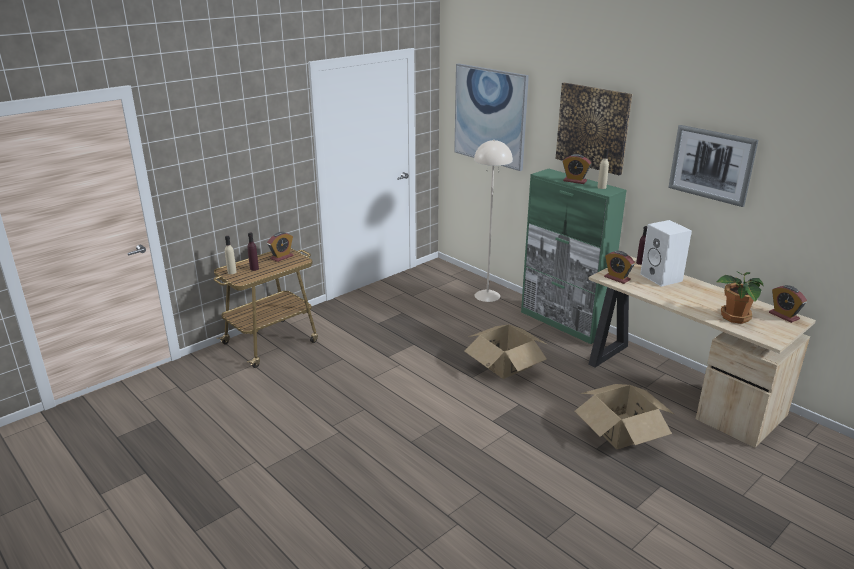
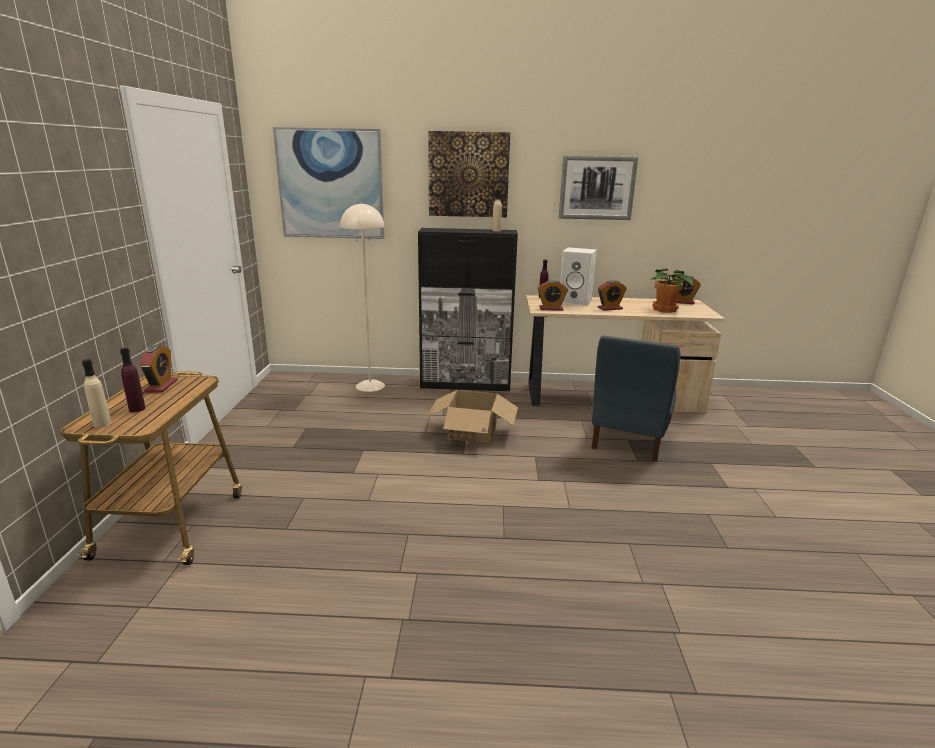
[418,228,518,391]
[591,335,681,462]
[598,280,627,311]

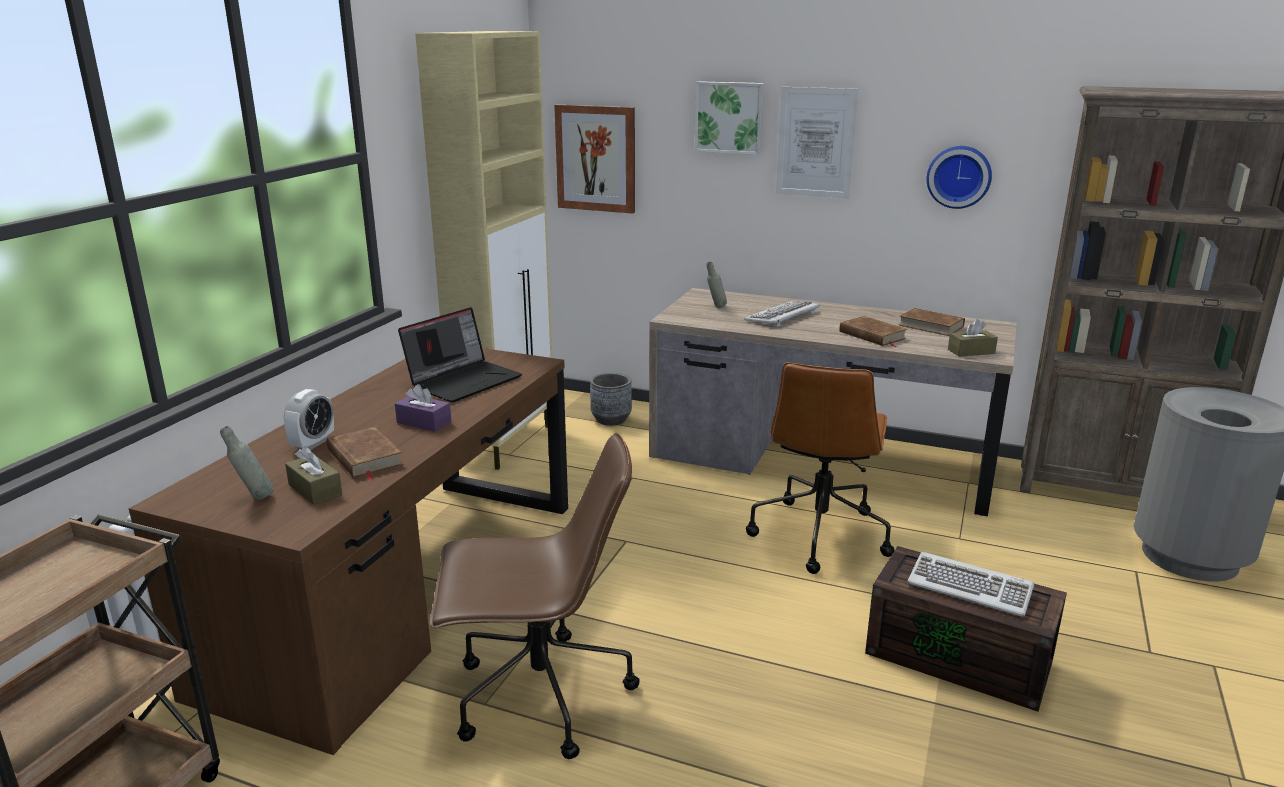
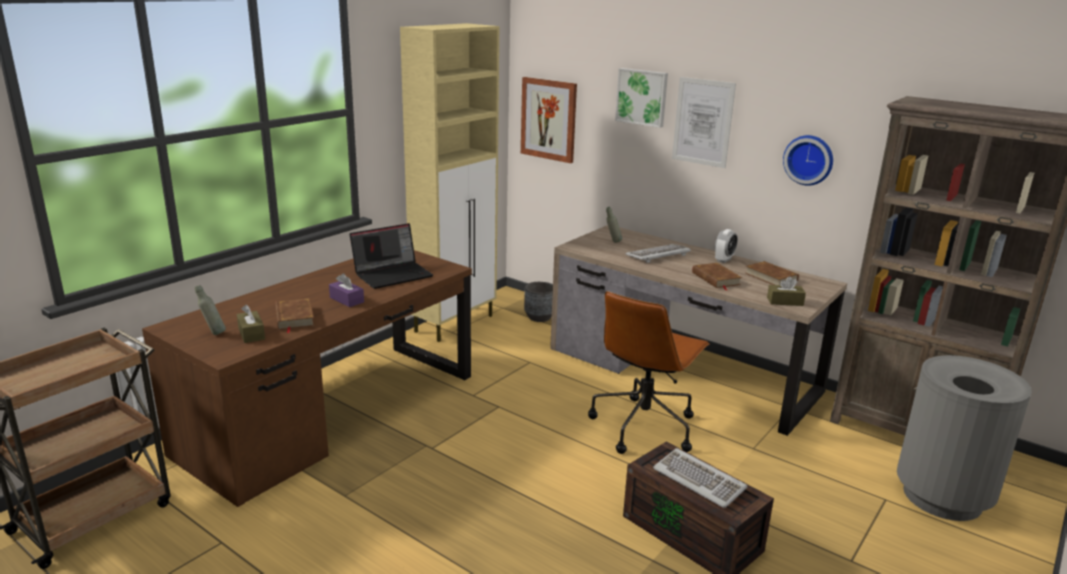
[715,229,738,263]
[430,432,640,759] (first image)

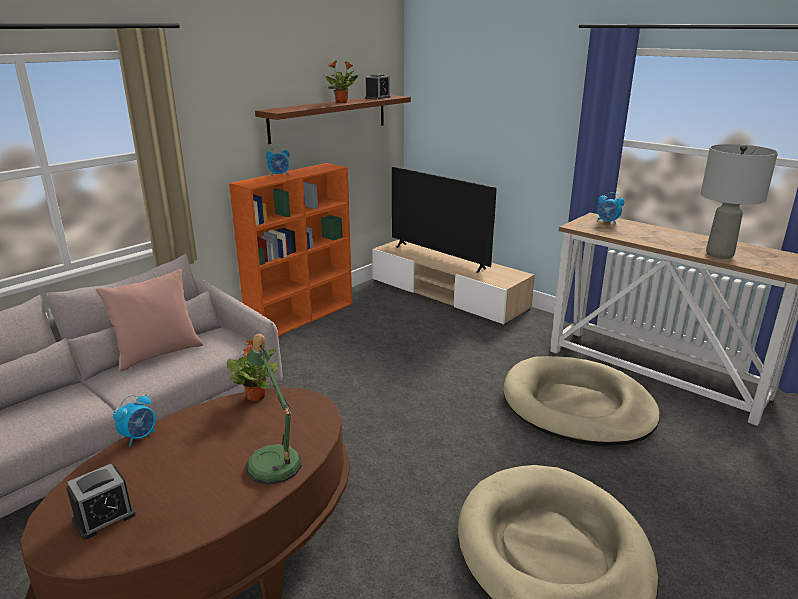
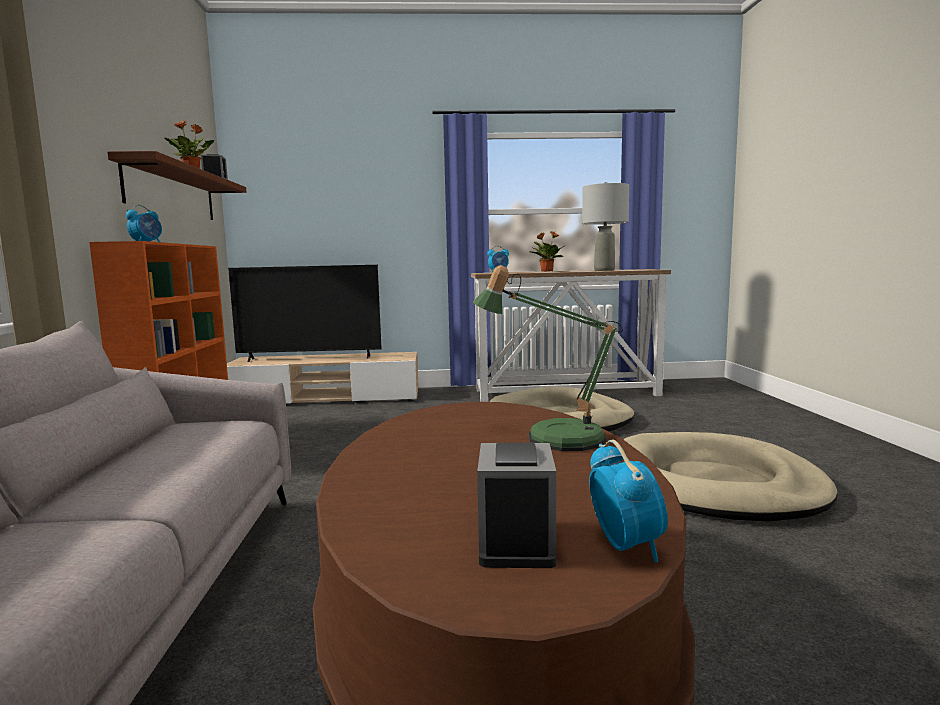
[529,231,564,272]
[589,440,668,562]
[96,269,203,372] (first image)

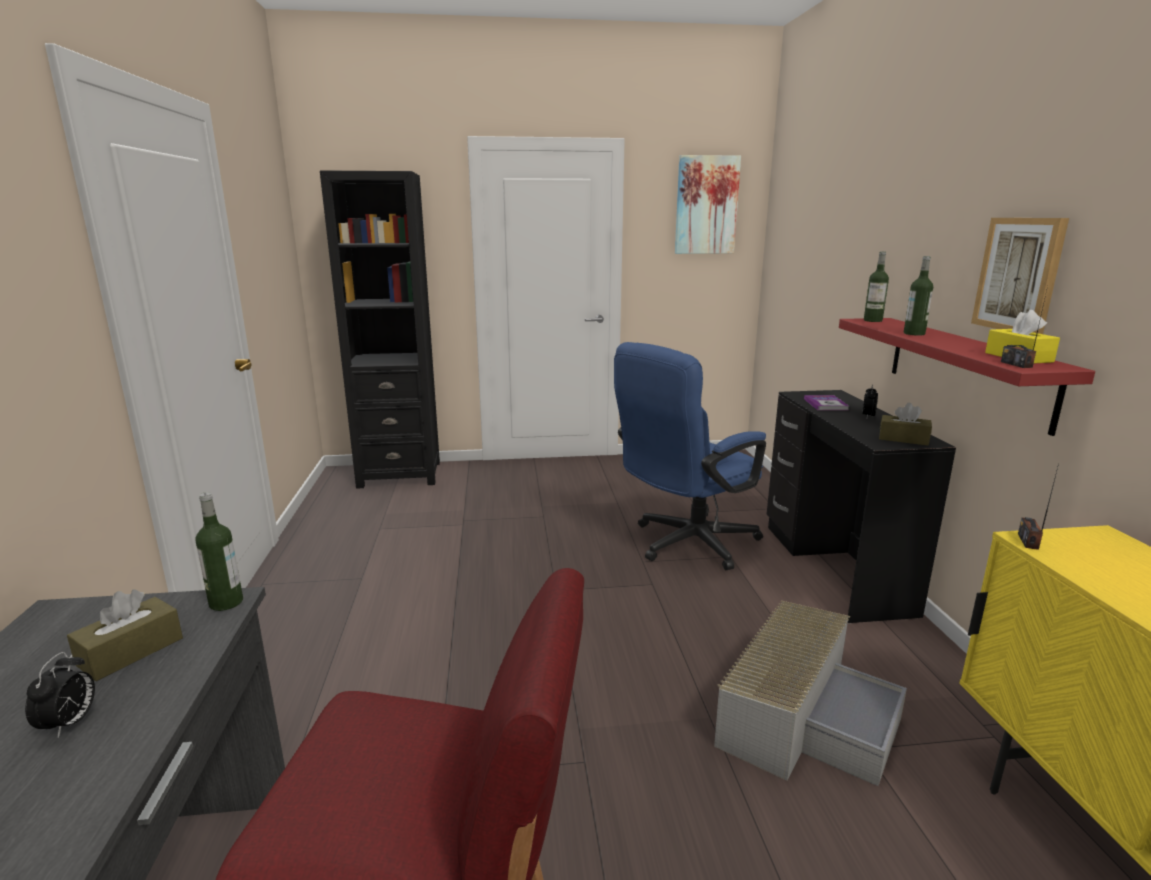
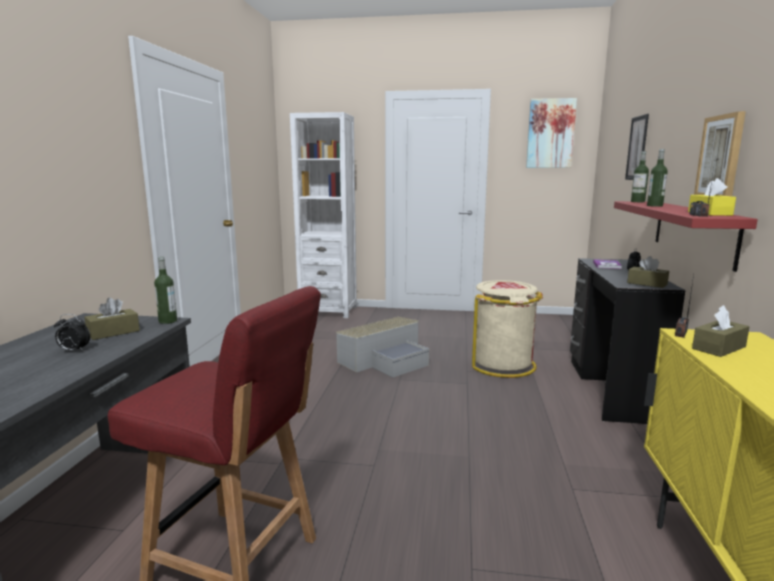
[54,314,90,352]
[290,112,357,318]
[336,317,429,377]
[472,280,543,378]
[625,114,649,180]
[692,305,750,357]

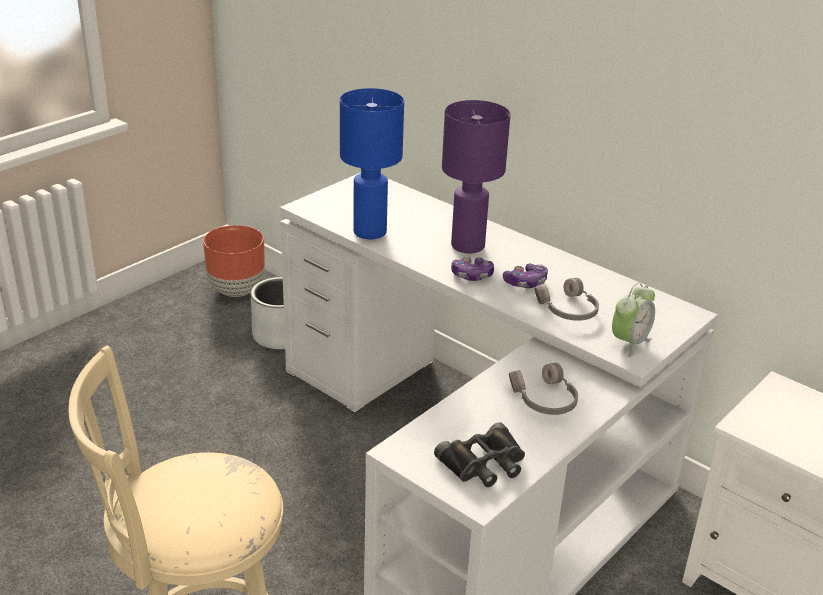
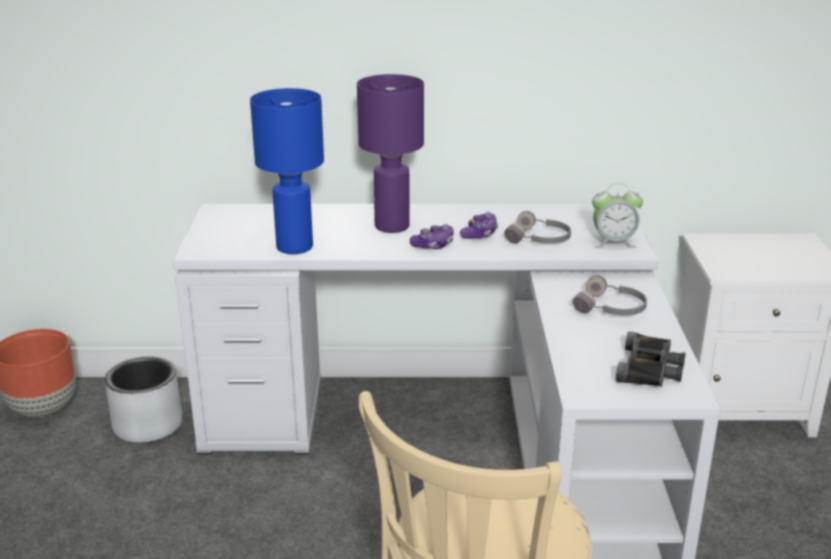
[592,183,643,248]

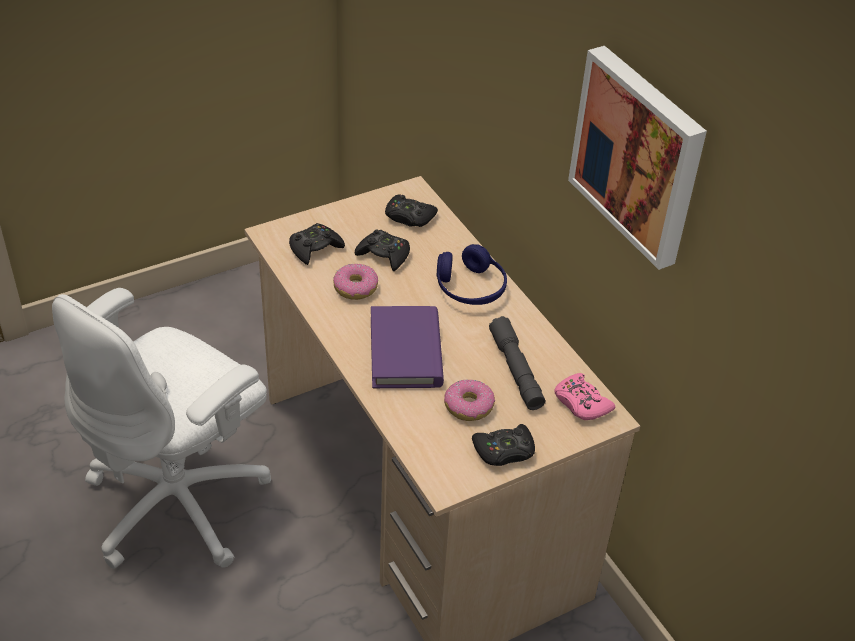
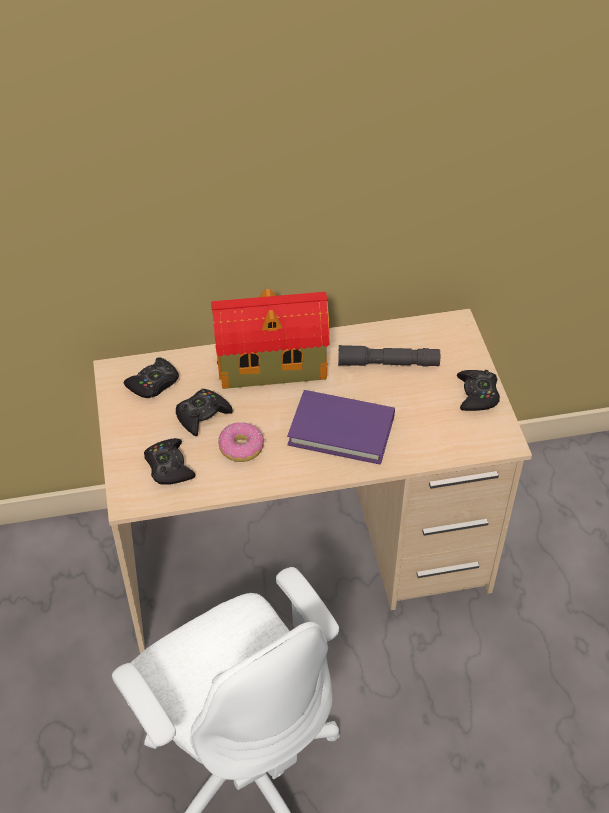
[211,289,330,389]
[444,379,495,421] (first image)
[554,373,615,420] (first image)
[568,46,707,270] (first image)

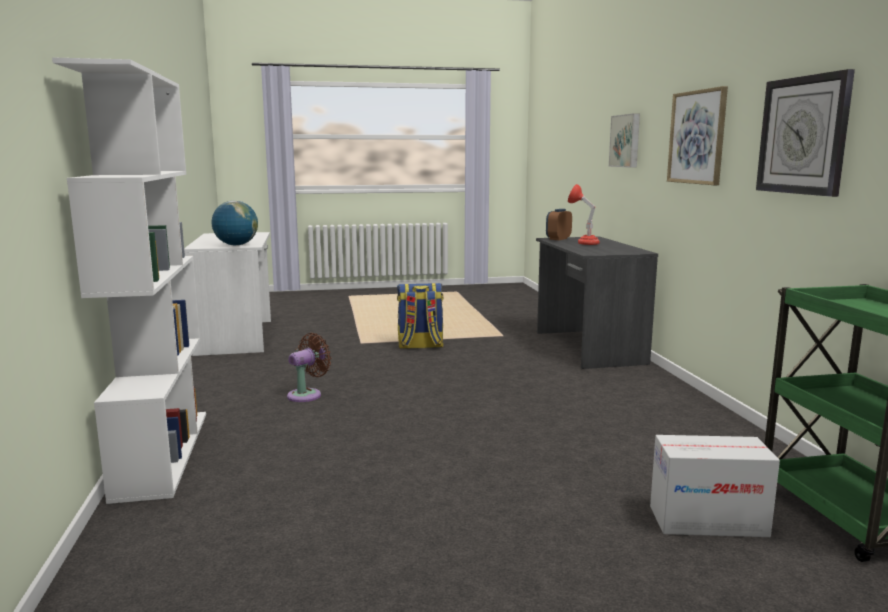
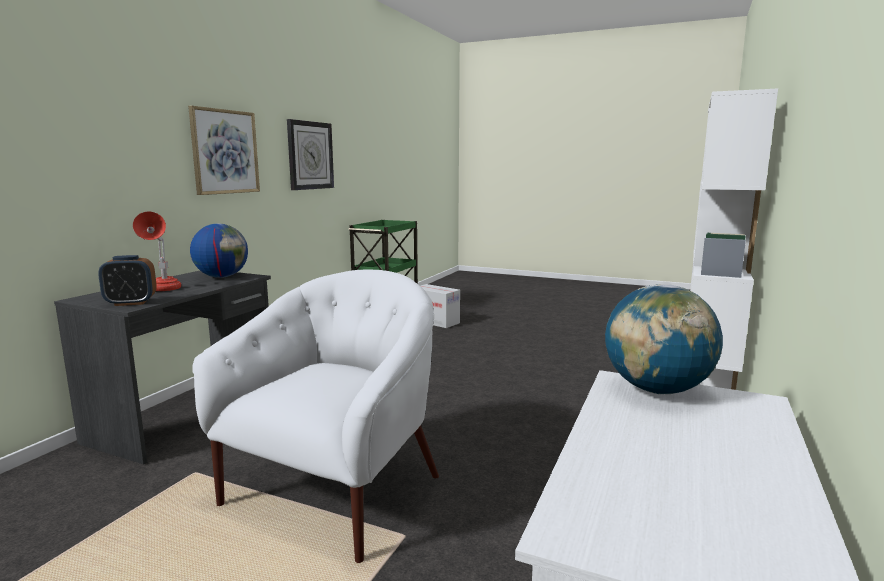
[190,223,248,278]
[192,270,439,563]
[287,333,331,402] (first image)
[609,113,640,168] (first image)

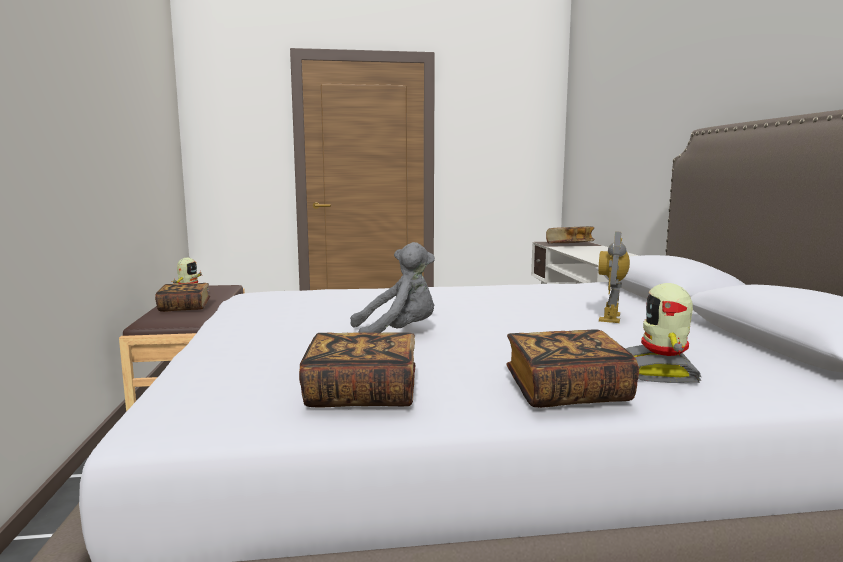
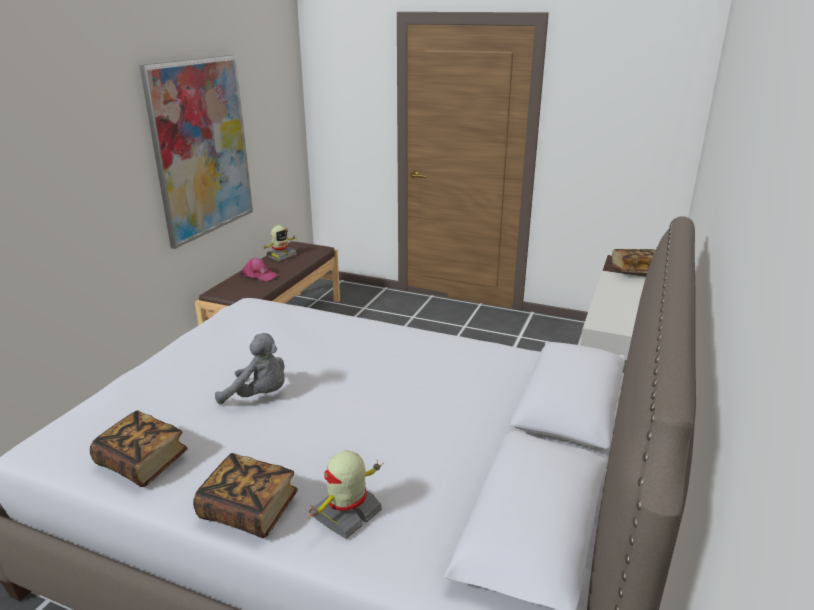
[139,55,253,249]
[241,258,278,281]
[599,232,630,323] (first image)

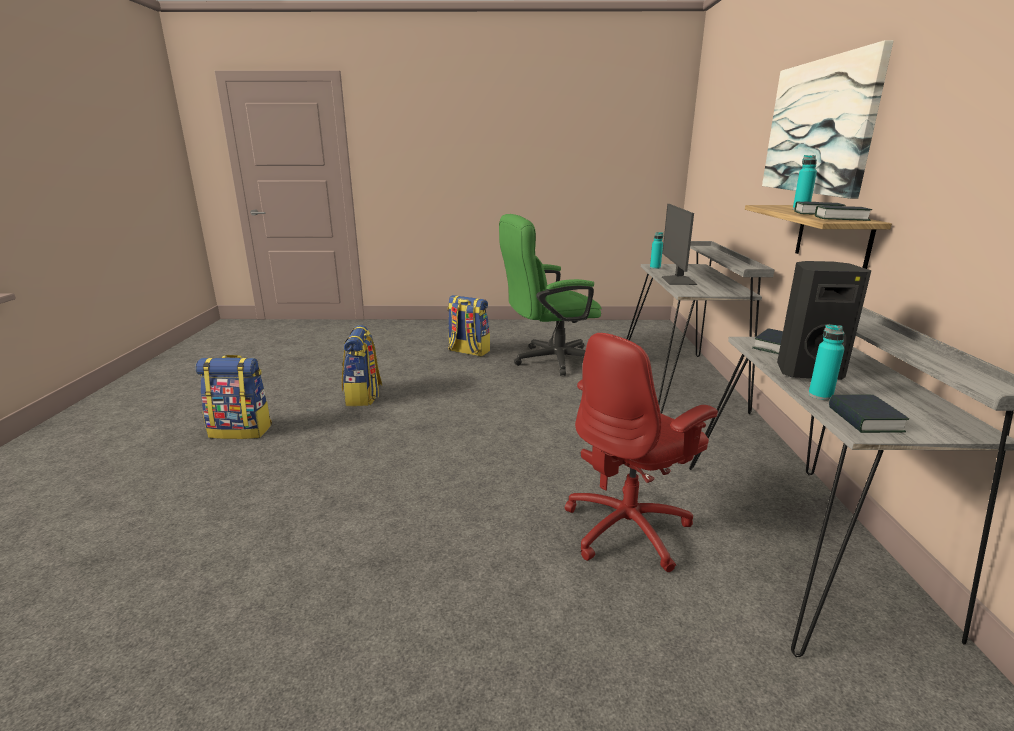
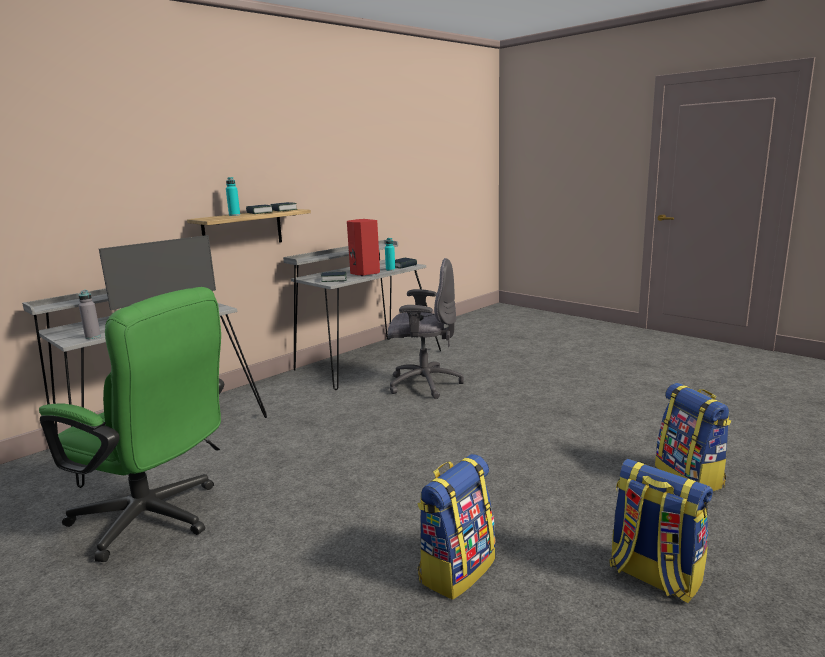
[79,290,101,339]
[347,219,380,276]
[388,258,464,399]
[655,383,731,491]
[762,40,894,199] (first image)

